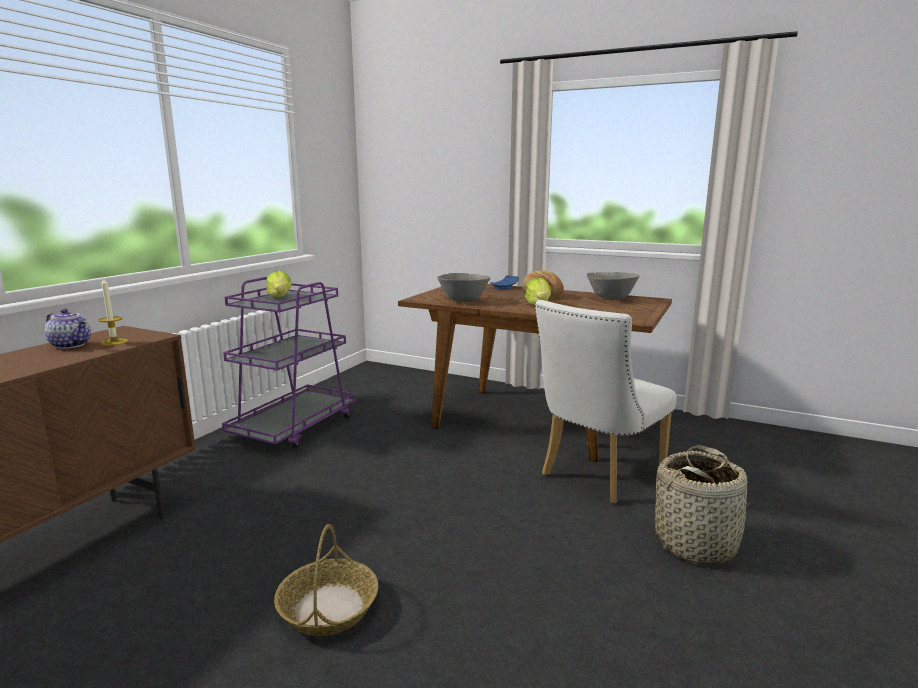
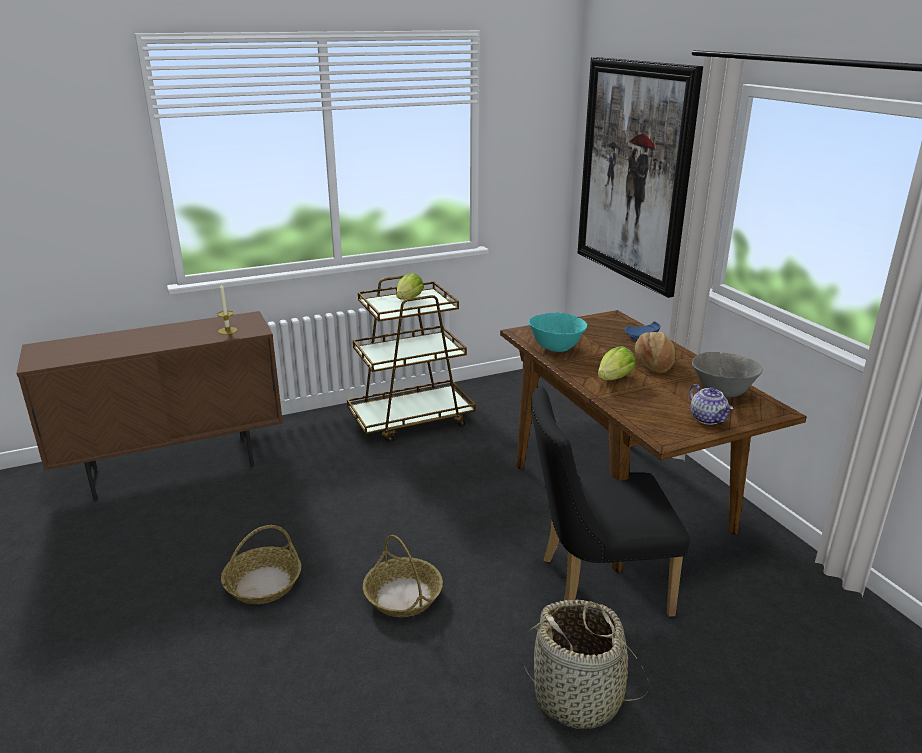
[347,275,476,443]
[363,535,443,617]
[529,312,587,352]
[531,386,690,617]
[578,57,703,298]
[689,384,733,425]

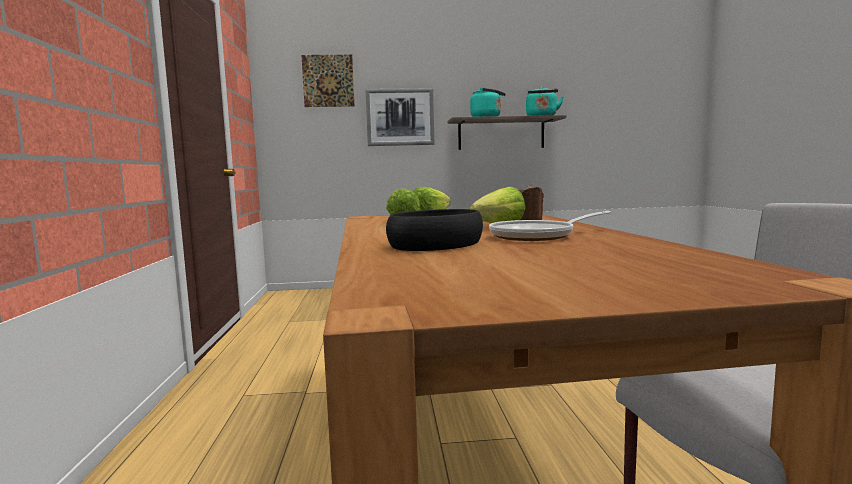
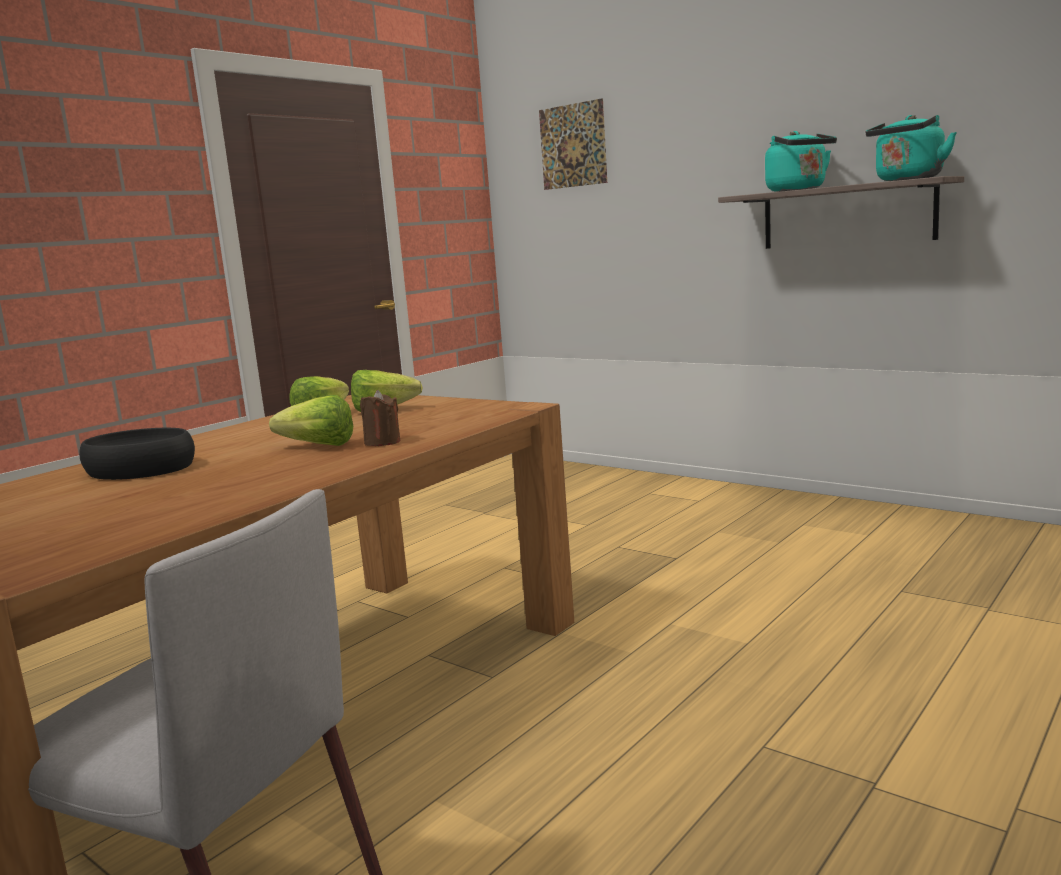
[365,88,434,146] (first image)
[489,211,611,241] (first image)

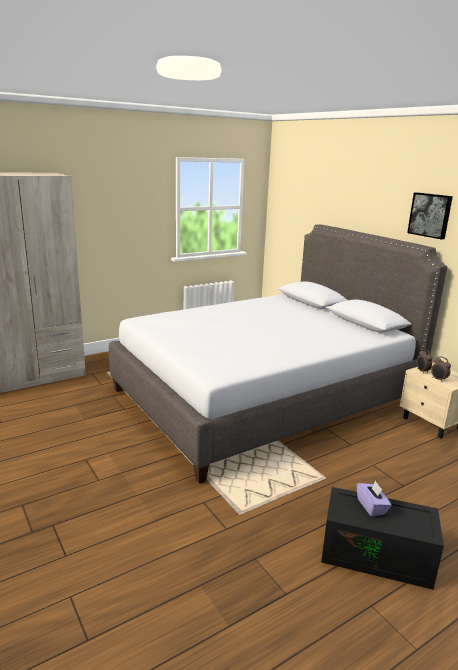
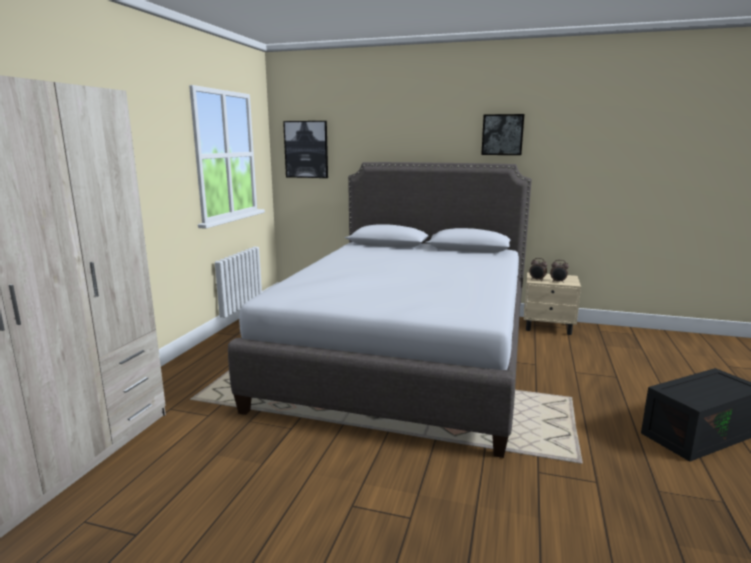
[283,121,328,178]
[357,480,391,517] (first image)

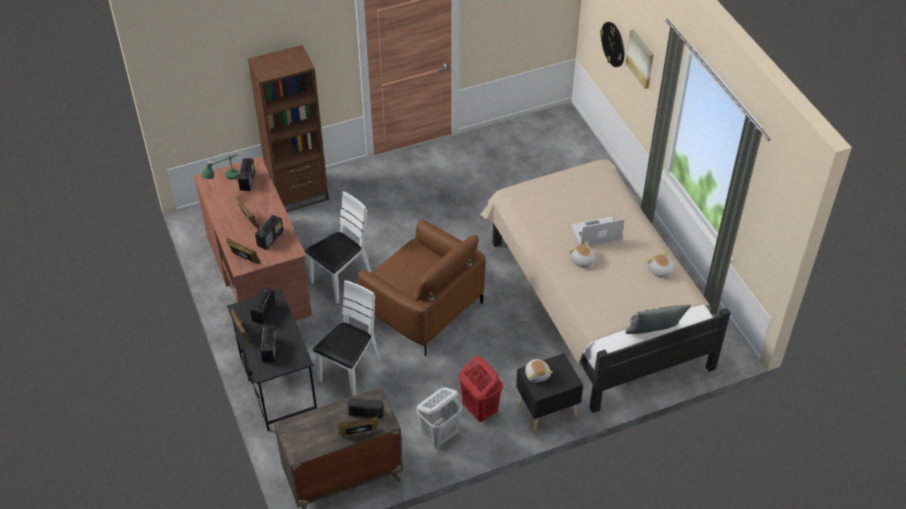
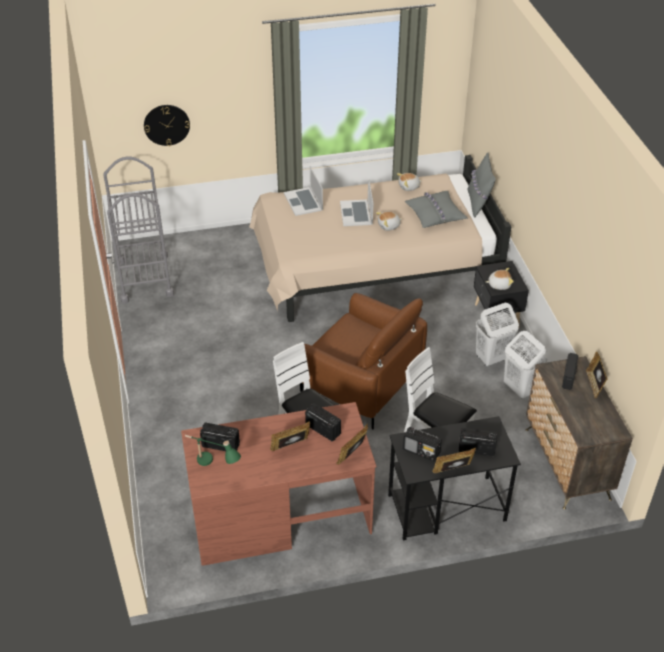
[103,157,174,304]
[284,166,323,216]
[300,293,427,430]
[405,191,468,228]
[476,303,519,367]
[248,45,329,212] (first image)
[625,30,654,89] (first image)

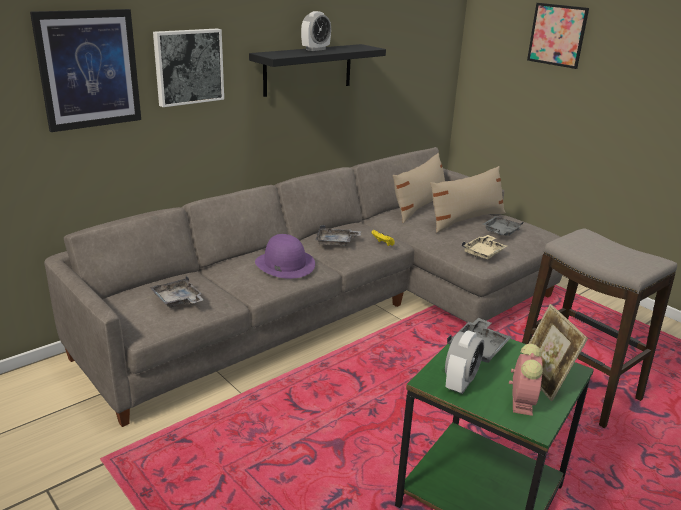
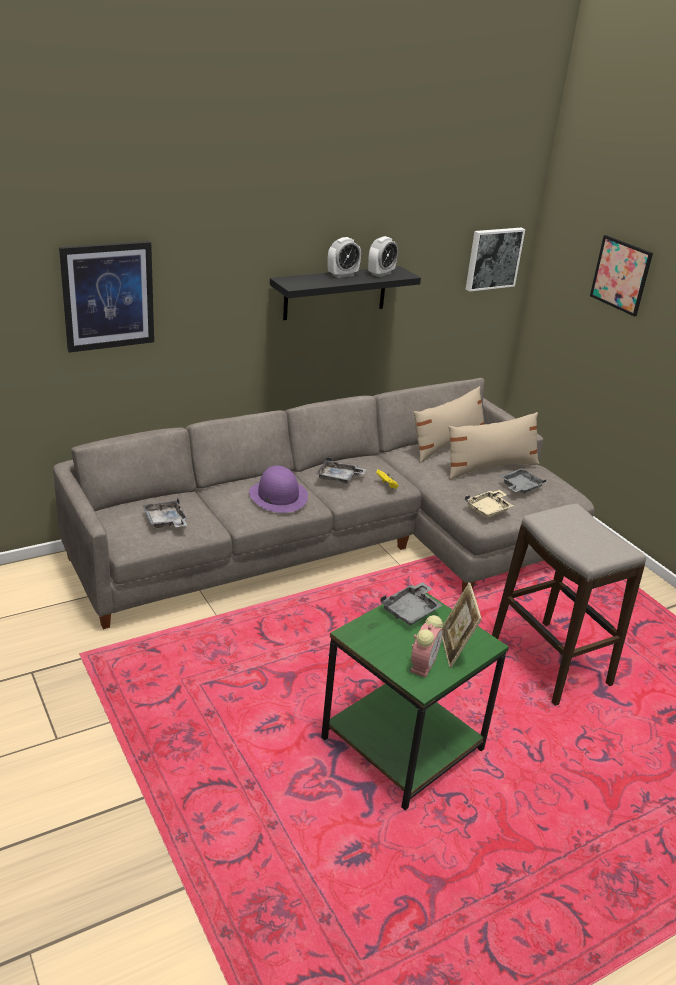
[368,236,398,277]
[466,228,525,292]

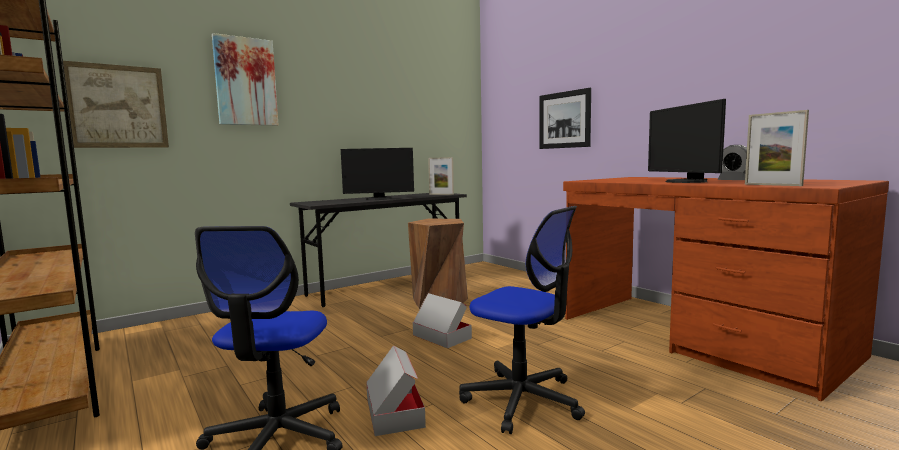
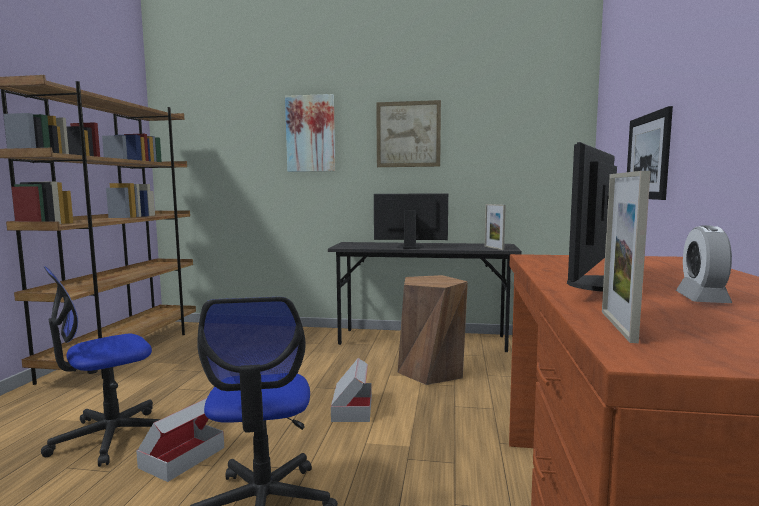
[374,193,448,249]
[376,100,441,167]

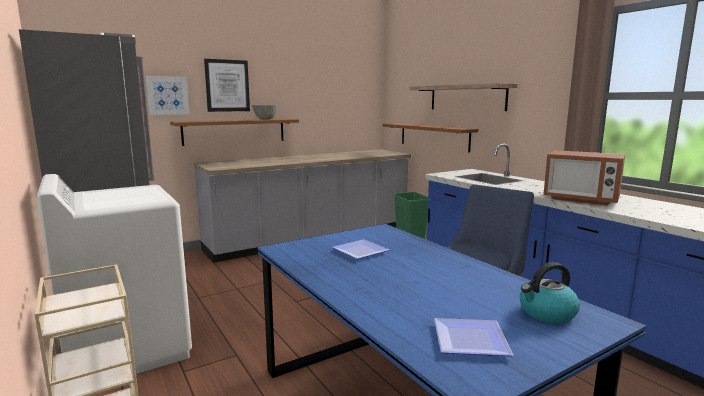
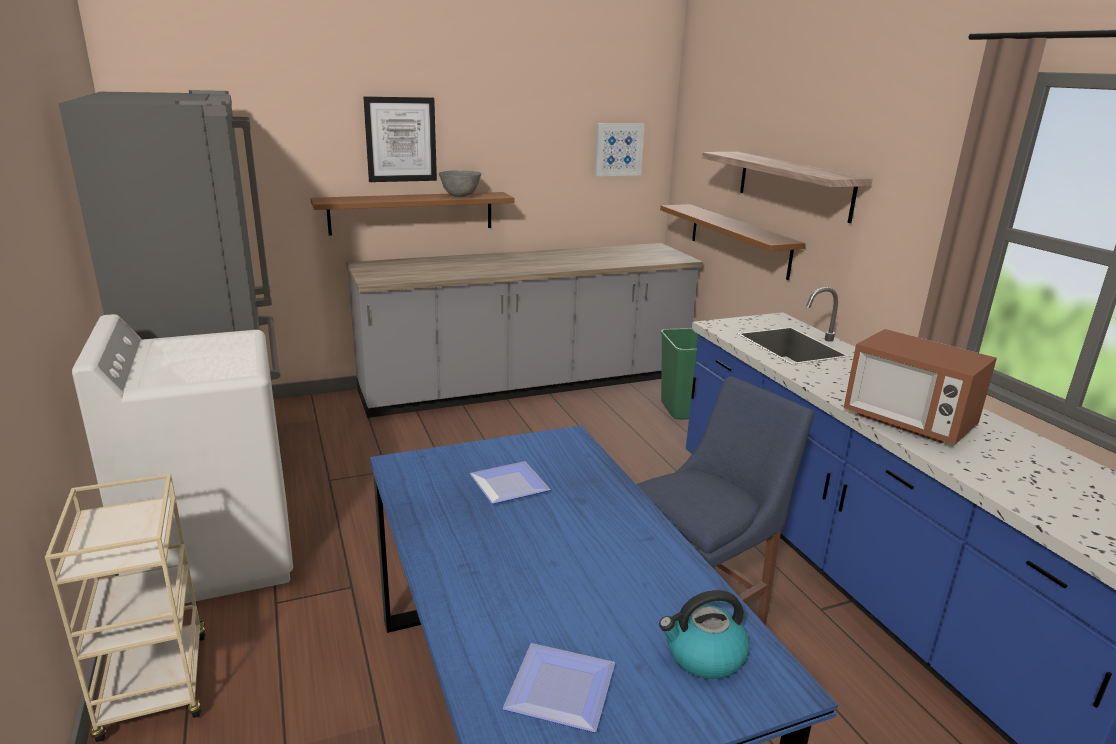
[595,123,645,176]

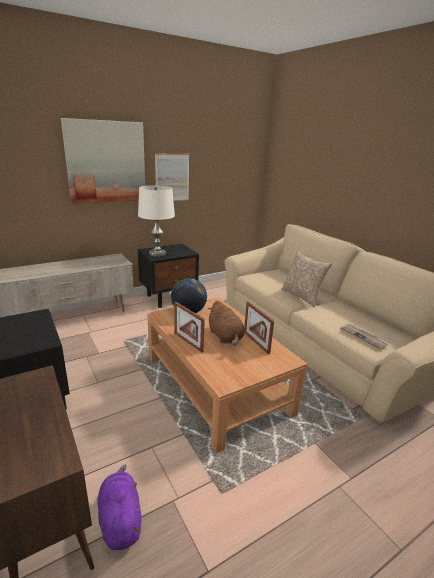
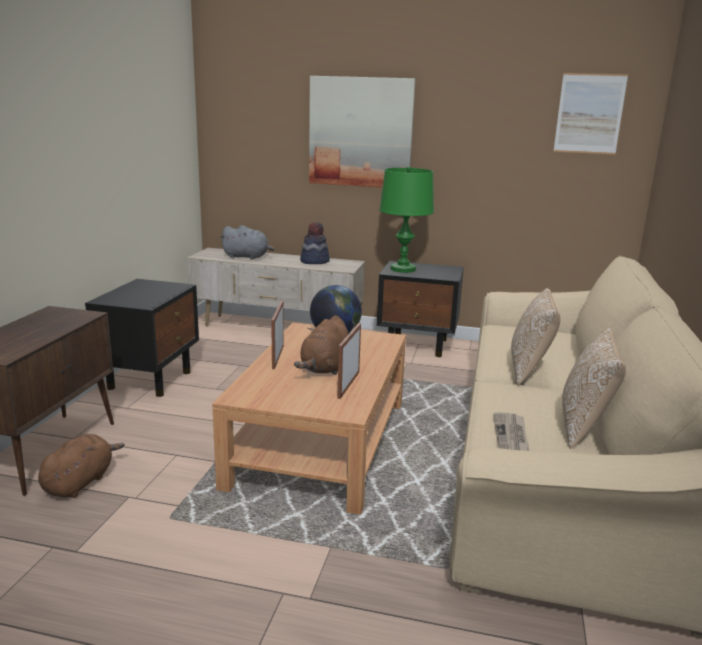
[38,434,125,498]
[220,225,275,260]
[300,222,330,264]
[379,166,434,273]
[553,73,628,155]
[562,328,626,449]

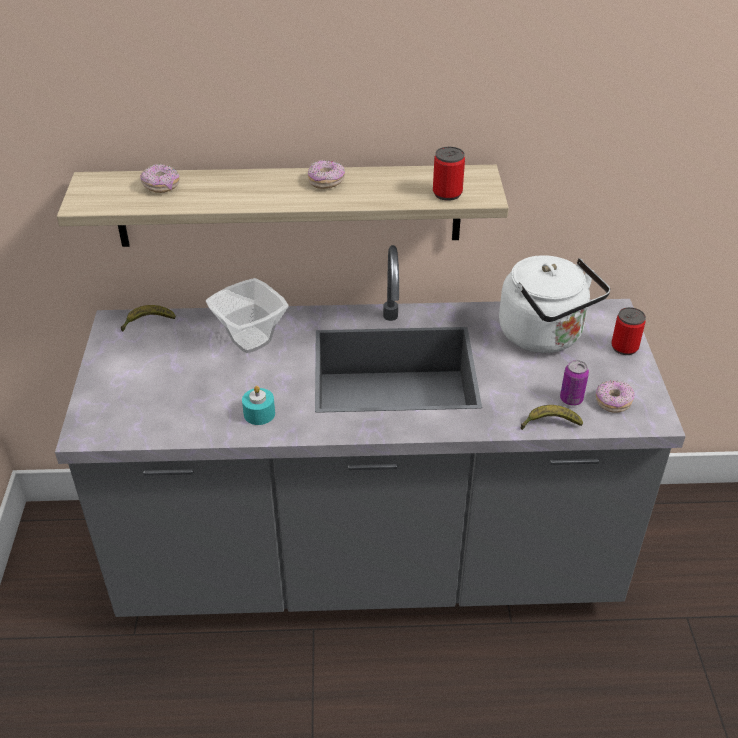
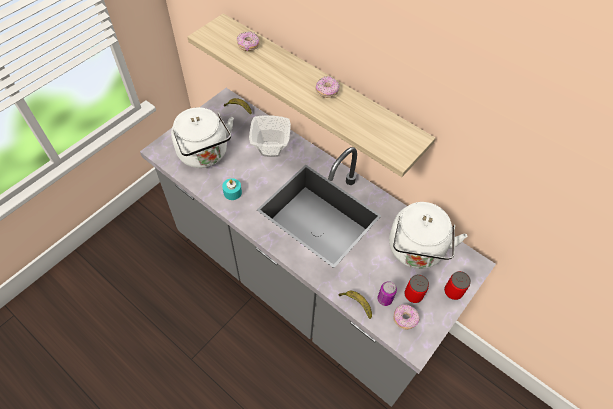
[171,107,234,168]
[404,274,429,303]

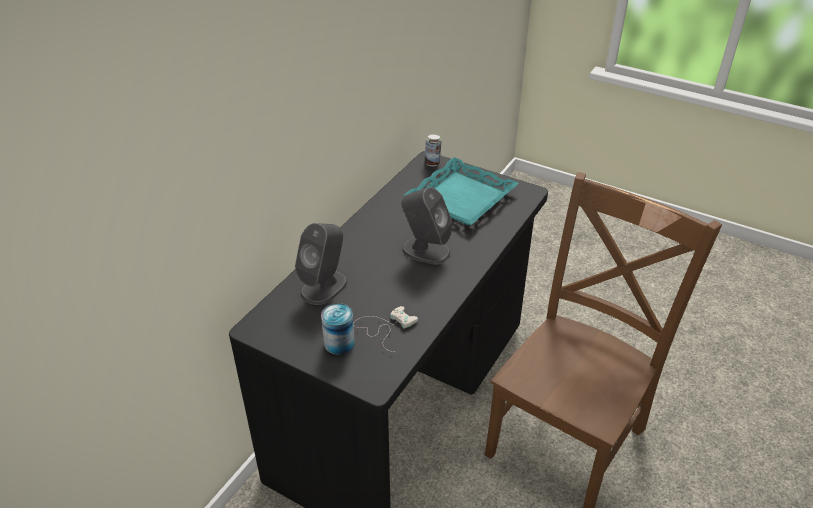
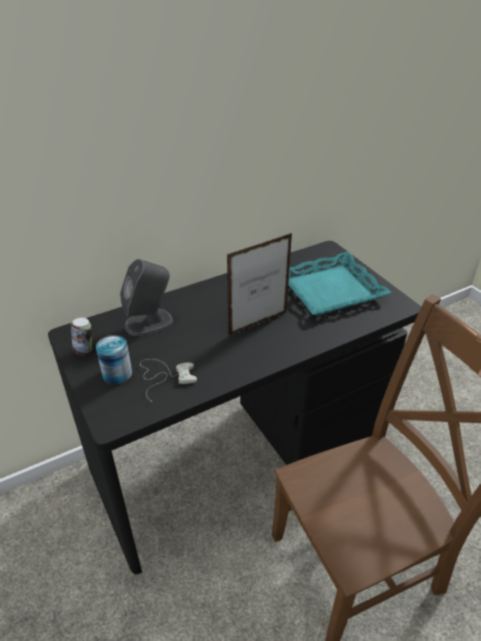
[71,317,92,355]
[227,233,292,336]

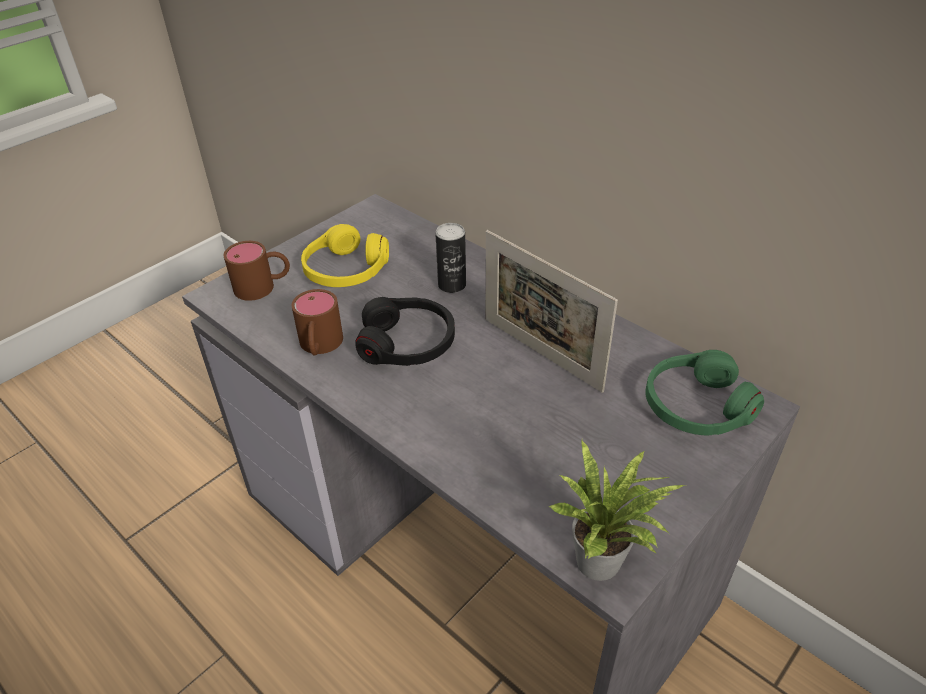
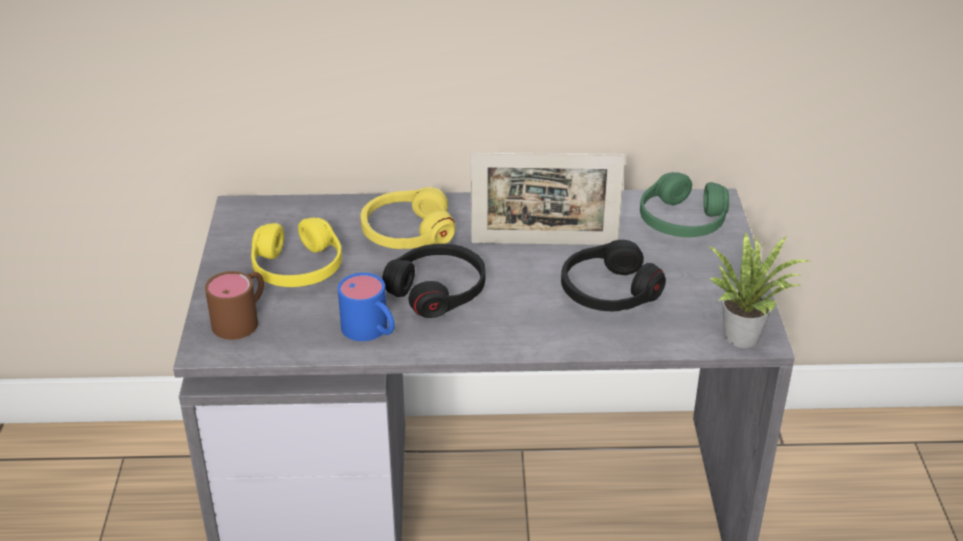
[338,273,395,341]
[361,187,456,249]
[561,240,666,311]

